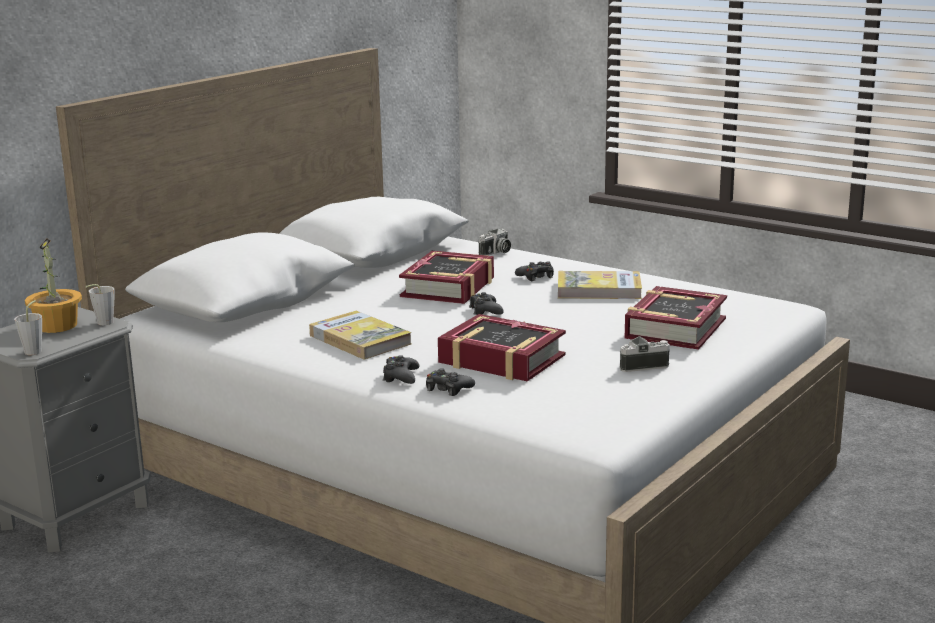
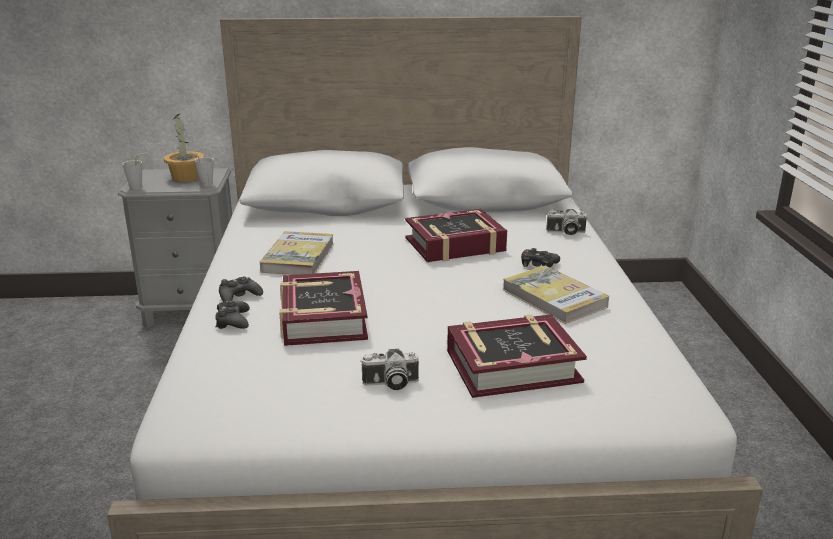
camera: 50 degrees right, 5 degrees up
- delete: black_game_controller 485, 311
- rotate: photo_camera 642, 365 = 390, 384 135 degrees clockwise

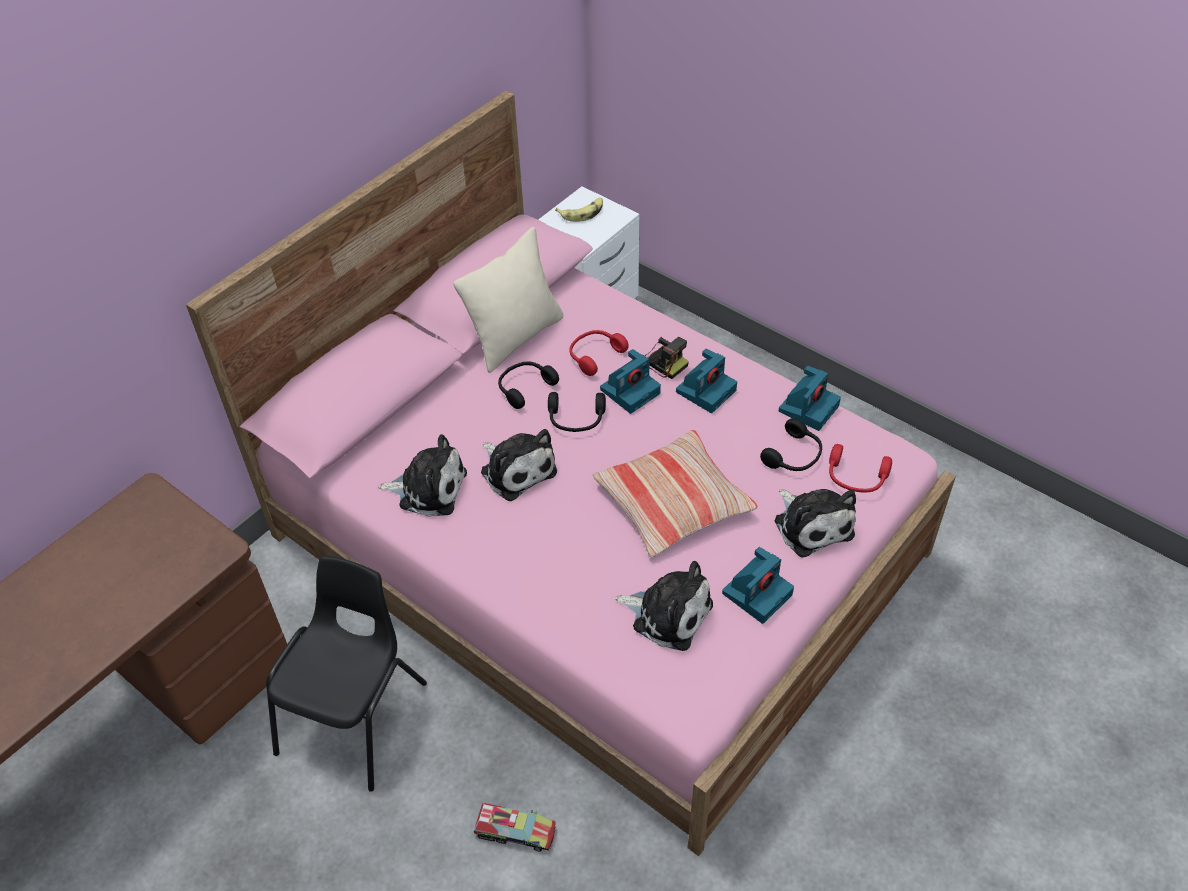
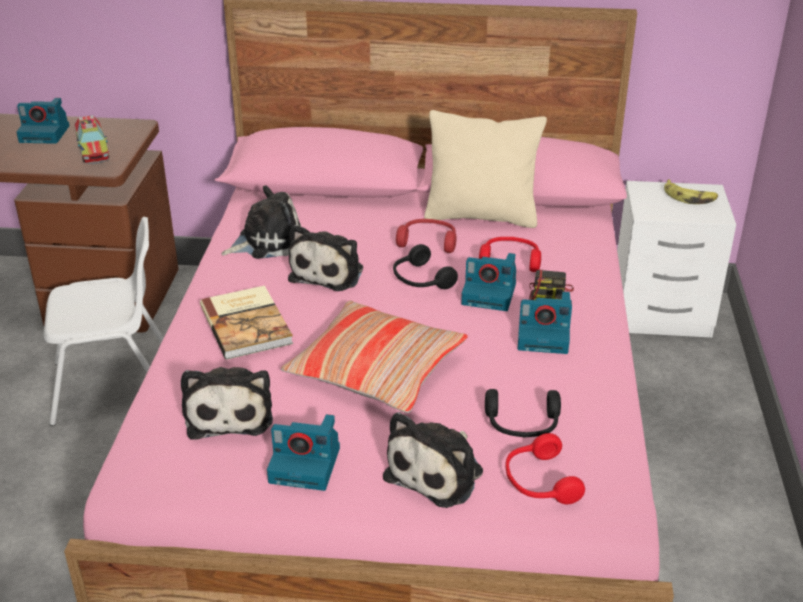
camera: 55 degrees right, 15 degrees down
- recolor: black_headphones 524, 387 to red_headphones 428, 241
- move: photo_camera 809, 407 to 46, 134
- rotate: plush_toy 428, 488 = 267, 241 90 degrees counterclockwise
- recolor: black_chair 355, 717 to white_chair 115, 386
- move: toy_truck 515, 831 to 93, 150
- insert: book 248, 324

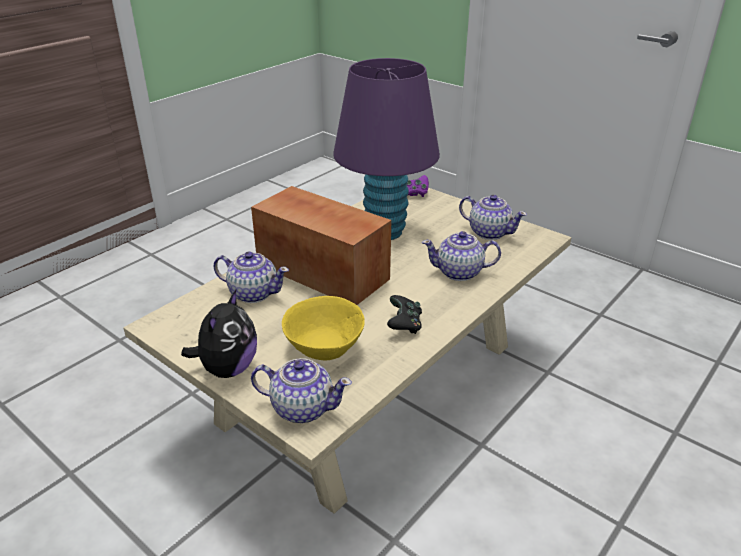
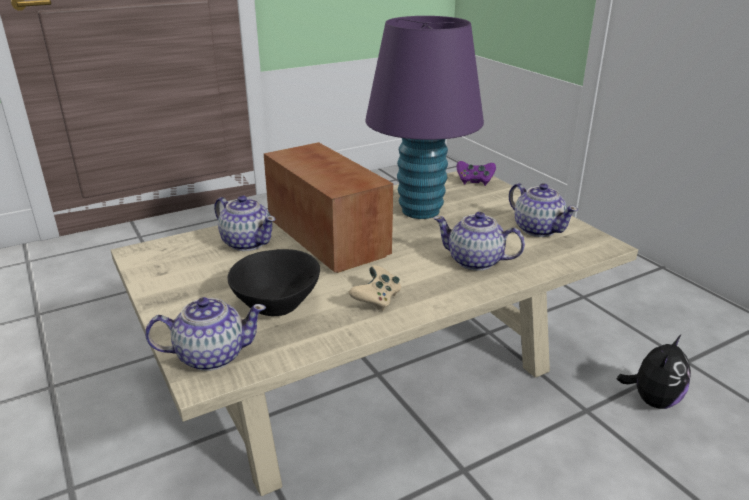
camera: 20 degrees right, 5 degrees down
- move: plush_toy 228, 368 to 652, 400
- recolor: black_game_controller 404, 325 to beige_game_controller 377, 300
- recolor: yellow_bowl 323, 347 to black_bowl 276, 304
- rotate: teapot 302, 407 = 210, 355 45 degrees counterclockwise

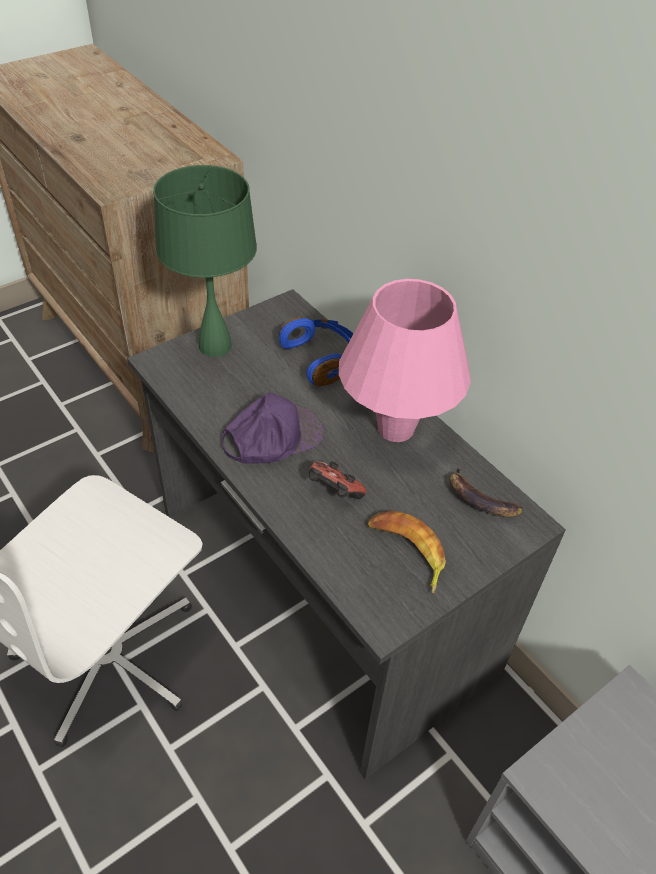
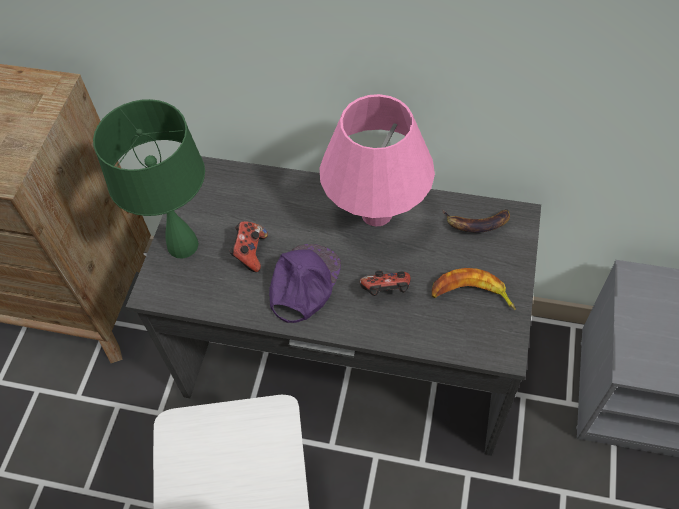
camera: 35 degrees left, 10 degrees up
- delete: blue_headphones 322, 359
- insert: game_controller 250, 252

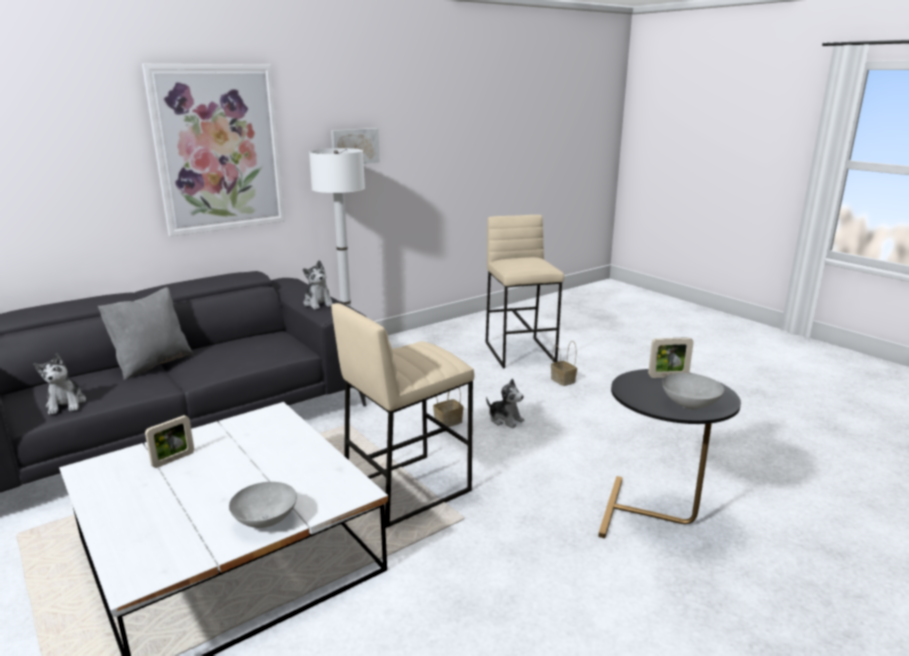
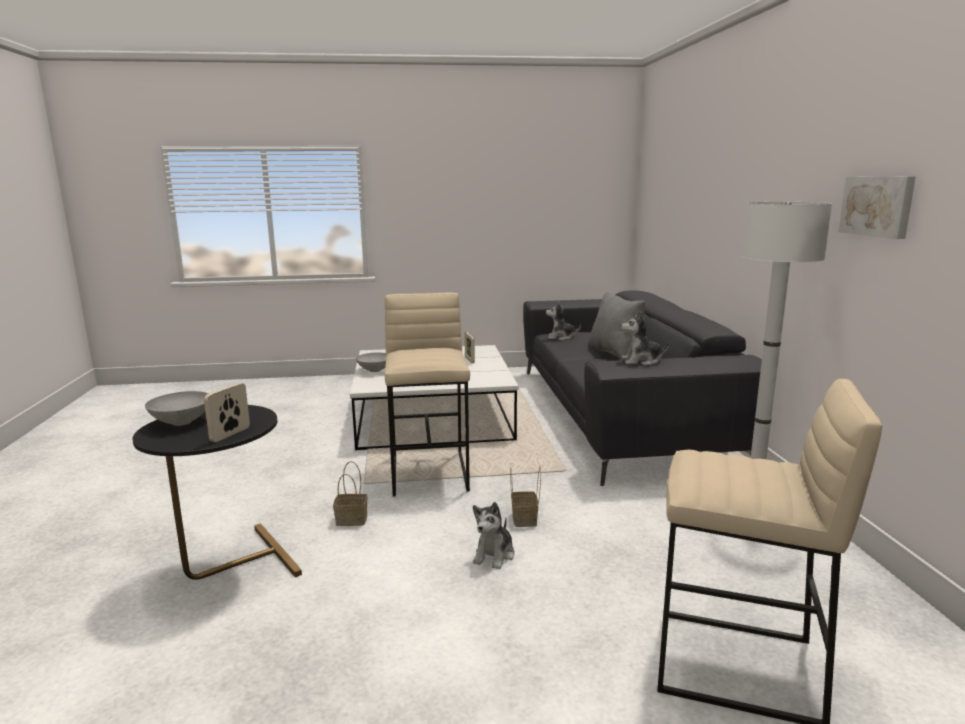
camera: 120 degrees right, 5 degrees down
- delete: picture 218, 149
- move: basket 562, 380 to 353, 519
- rotate: plush_toy 505, 420 = 494, 555 45 degrees counterclockwise

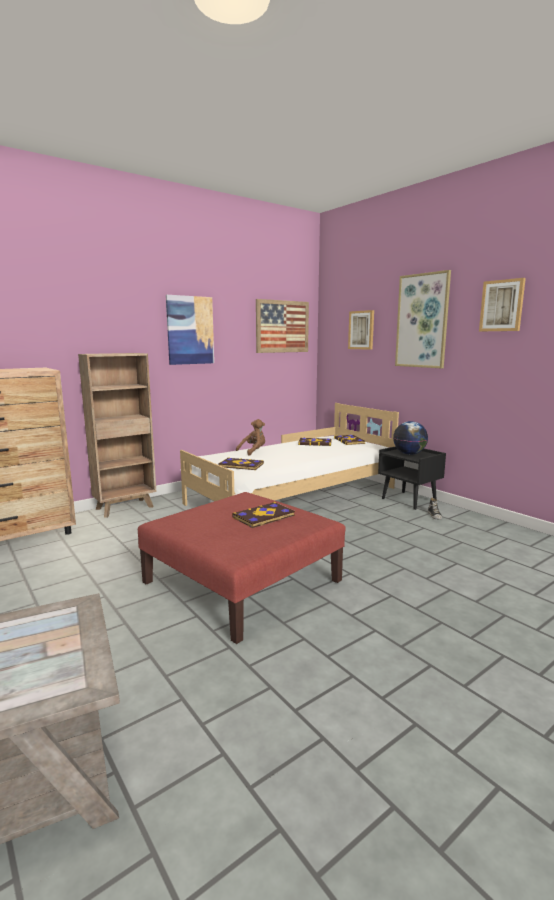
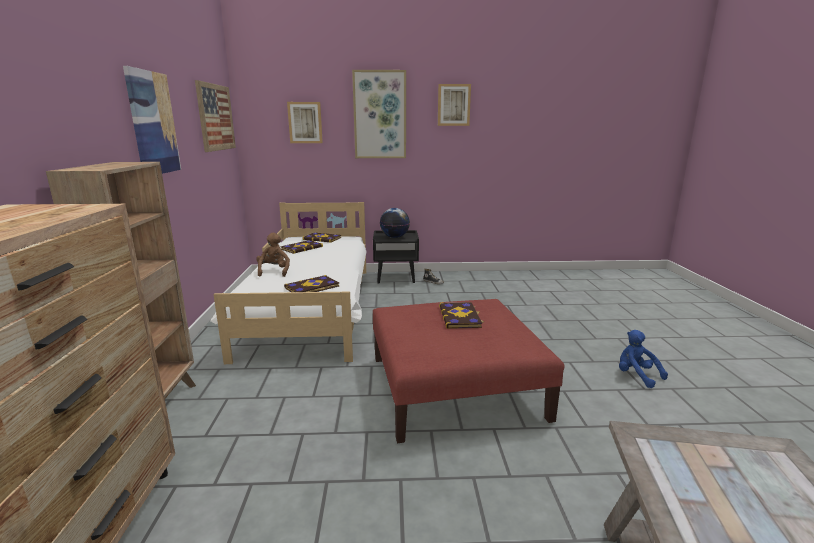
camera: 55 degrees left, 5 degrees up
- insert: blue_plush_toy 636, 375

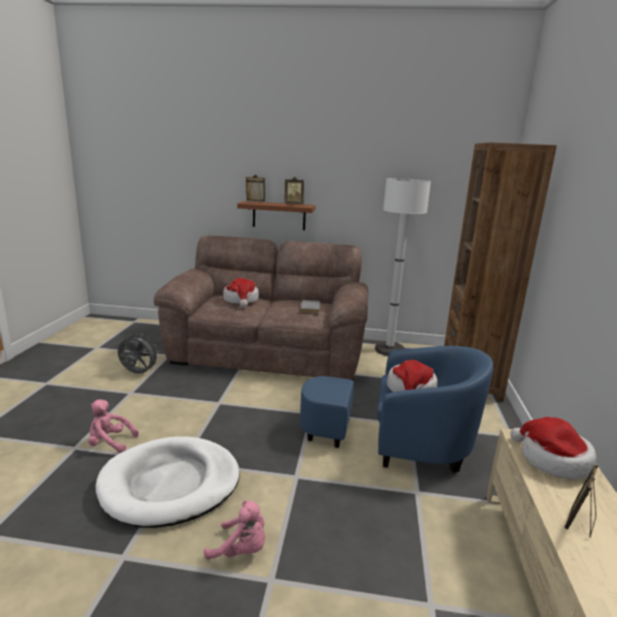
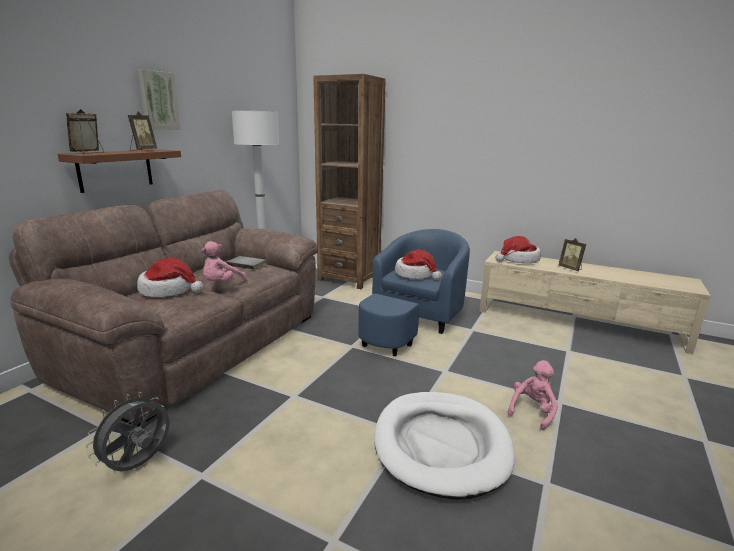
camera: 70 degrees left, 0 degrees up
- move: pink_plush_toy 110, 443 to 221, 284
- insert: picture 158, 101

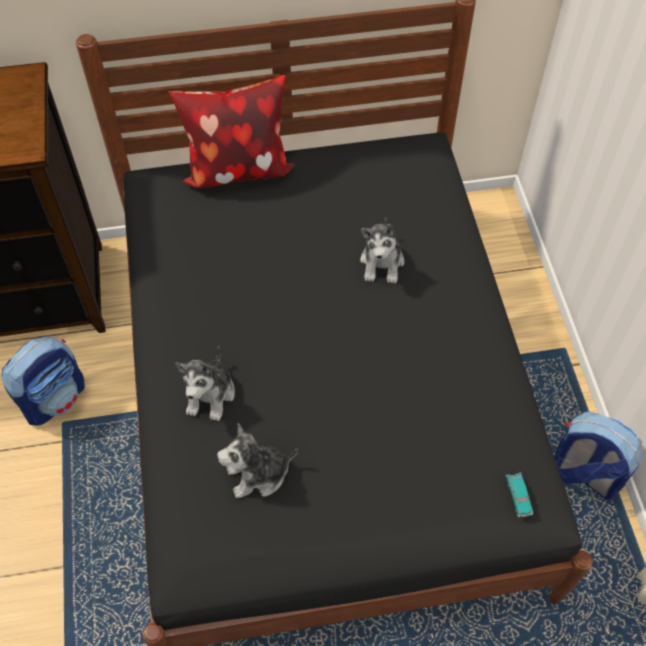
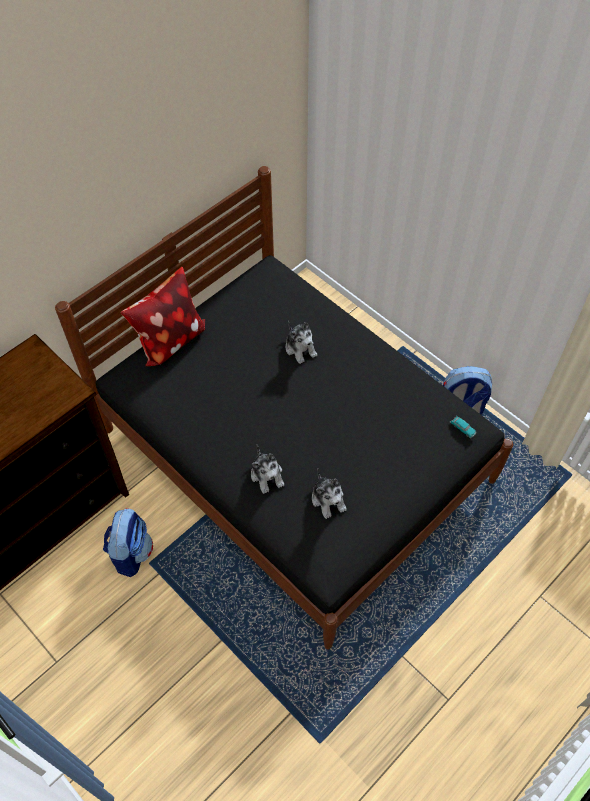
camera: 35 degrees left, 0 degrees up
- rotate: plush_toy 258, 474 = 328, 499 60 degrees counterclockwise

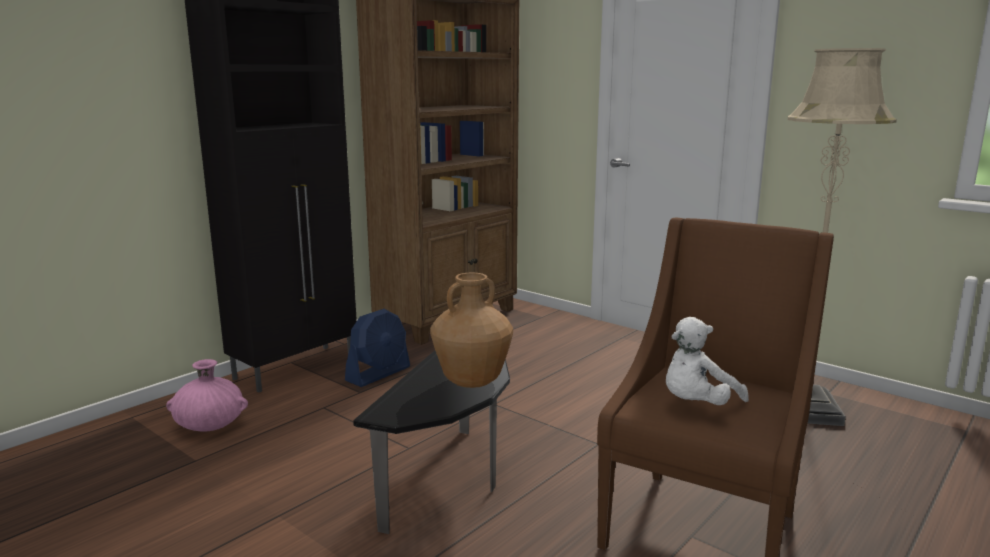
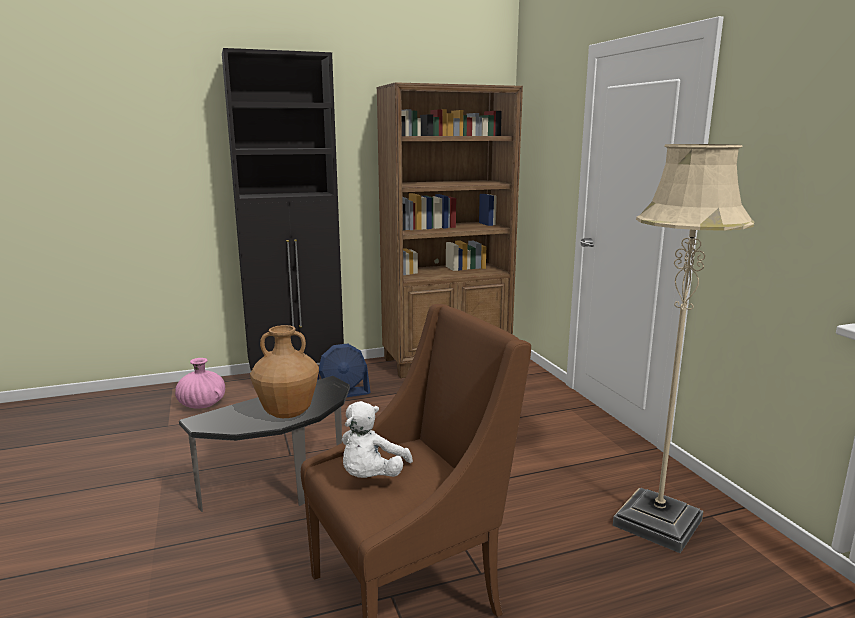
camera: 30 degrees right, 0 degrees up
- rotate: white_plush_toy 697, 405 = 371, 477 60 degrees counterclockwise

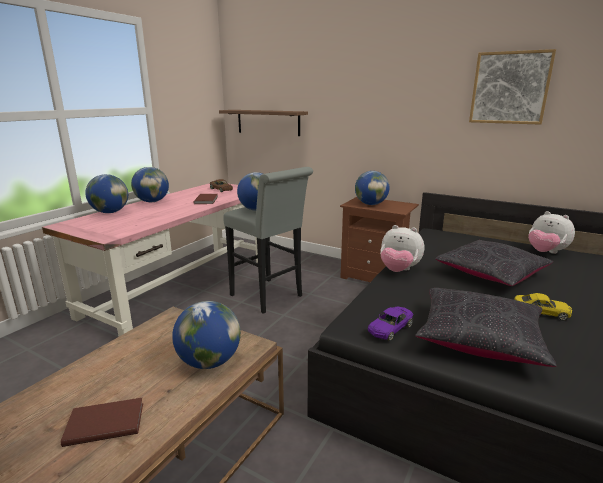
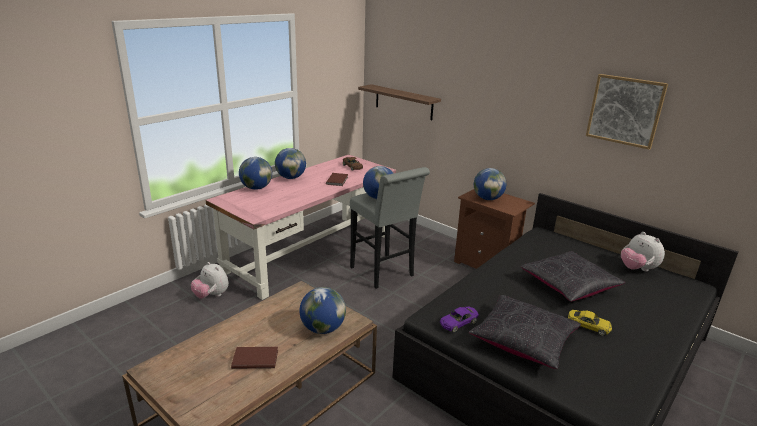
camera: 10 degrees right, 5 degrees up
- move: plush_toy 399, 270 to 211, 295

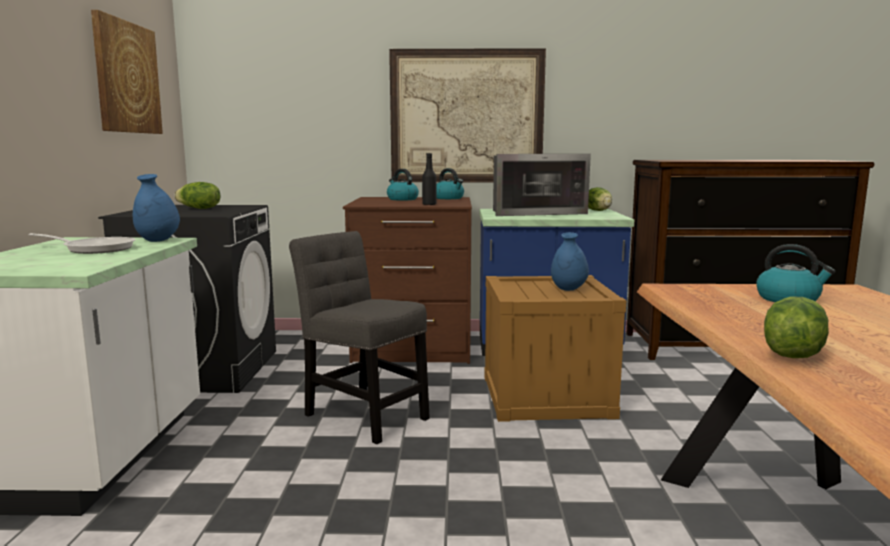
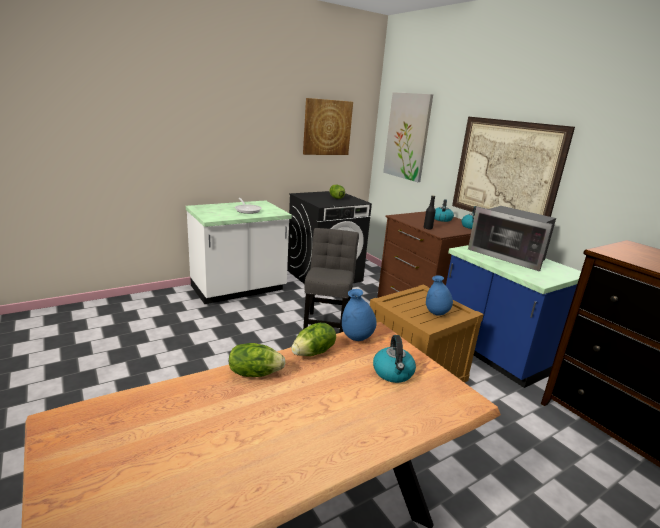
camera: 55 degrees right, 10 degrees up
- move: blue_vase 158, 240 to 356, 338
- move: lettuce 598, 211 to 314, 352
- insert: picture 407, 136

